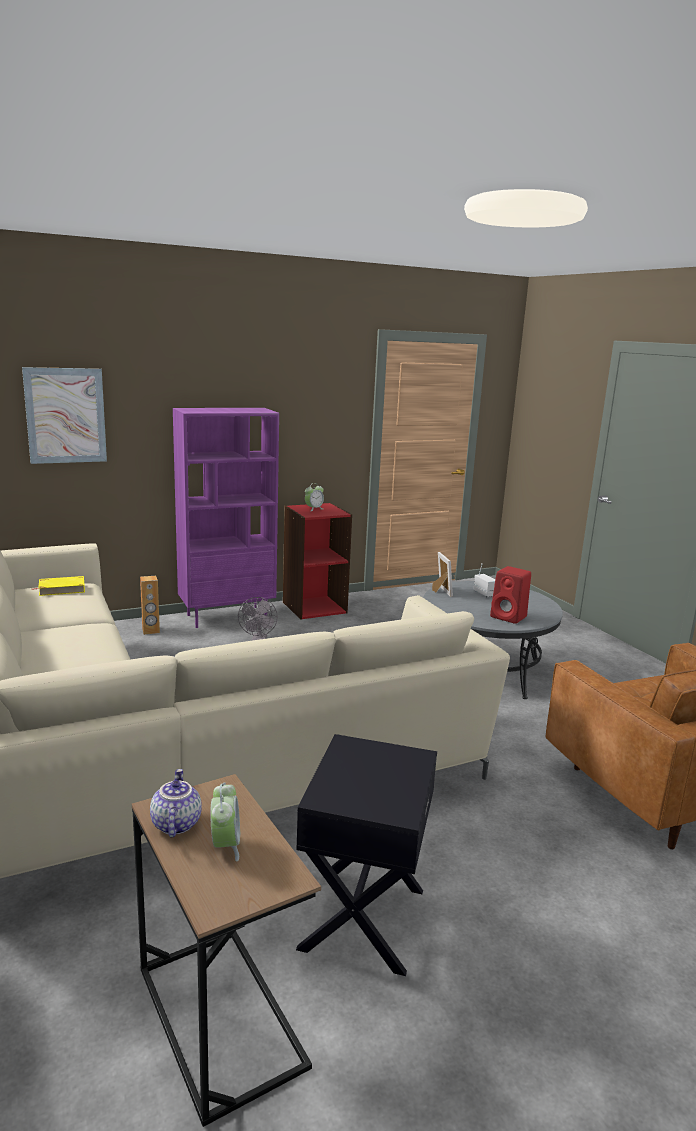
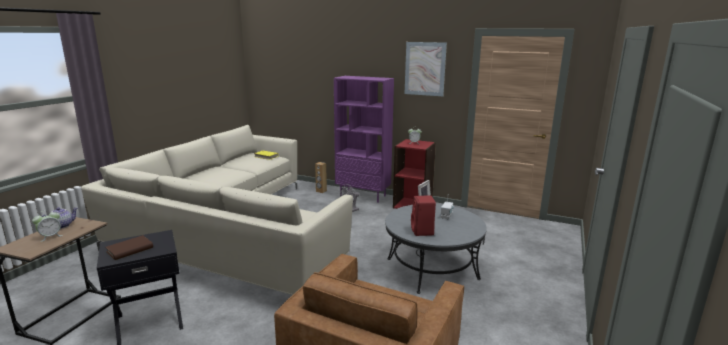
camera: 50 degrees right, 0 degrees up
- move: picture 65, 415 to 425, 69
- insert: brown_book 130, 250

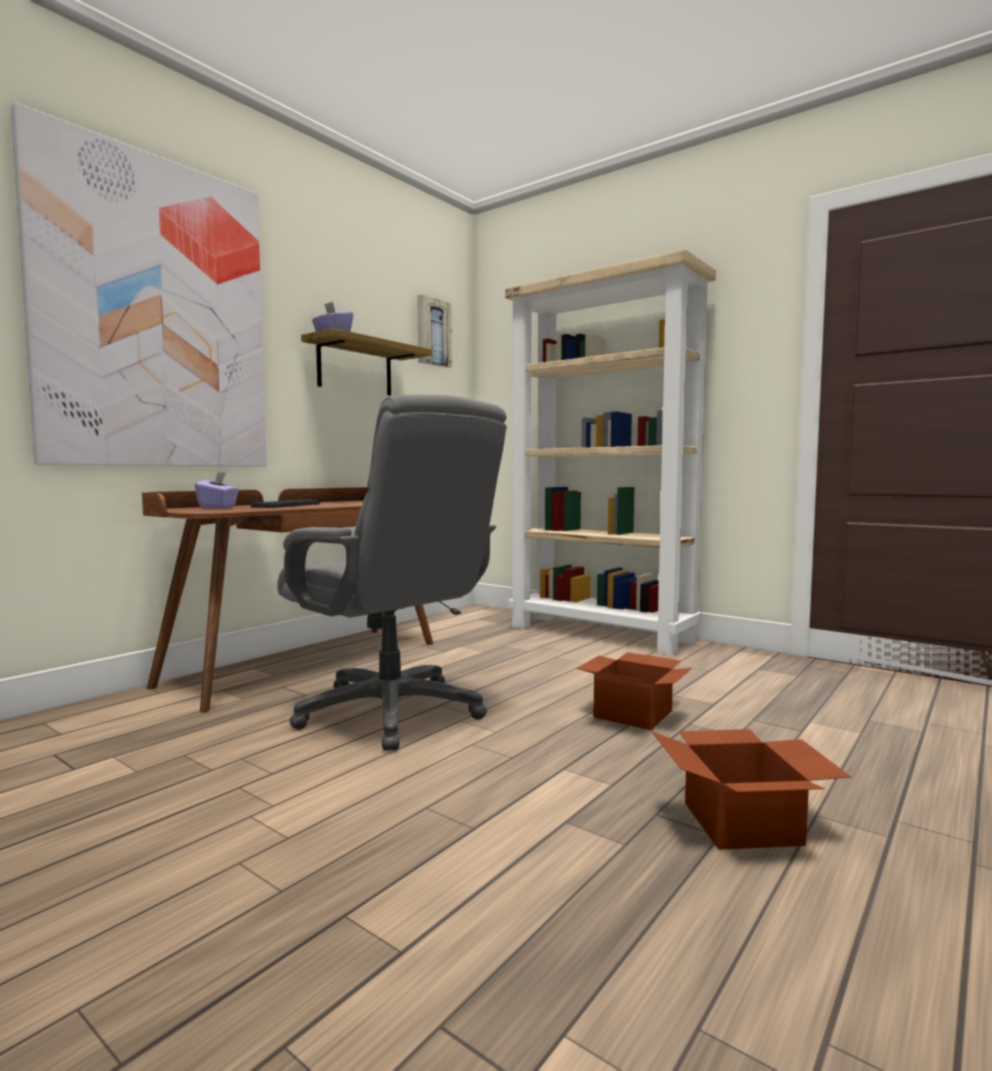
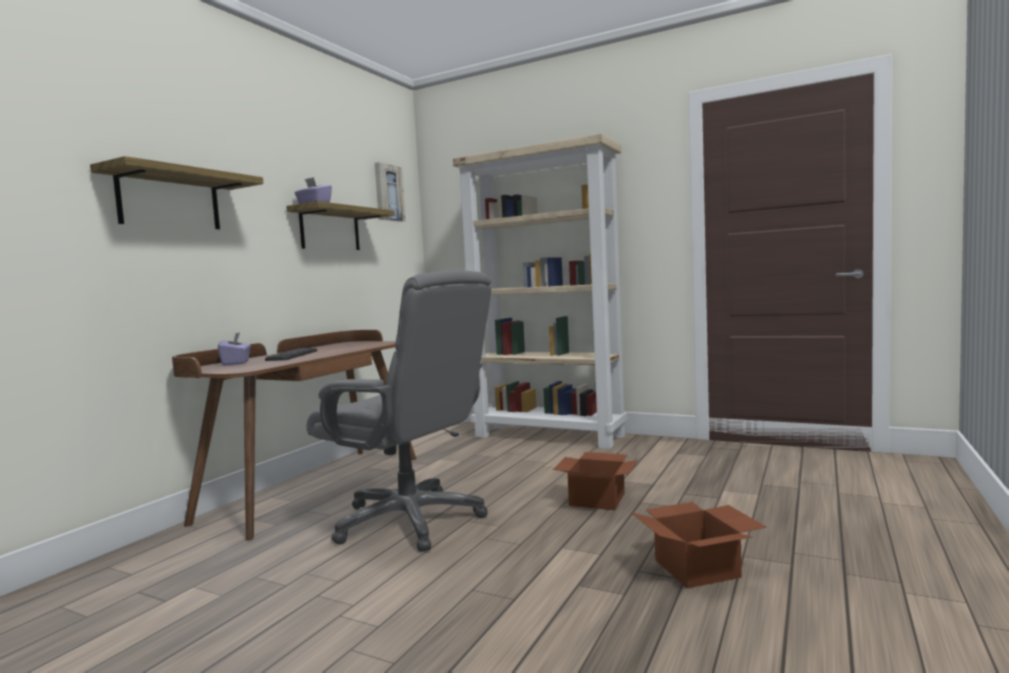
camera: 10 degrees left, 0 degrees up
- replace: picture 155, 314 to shelf 169, 200

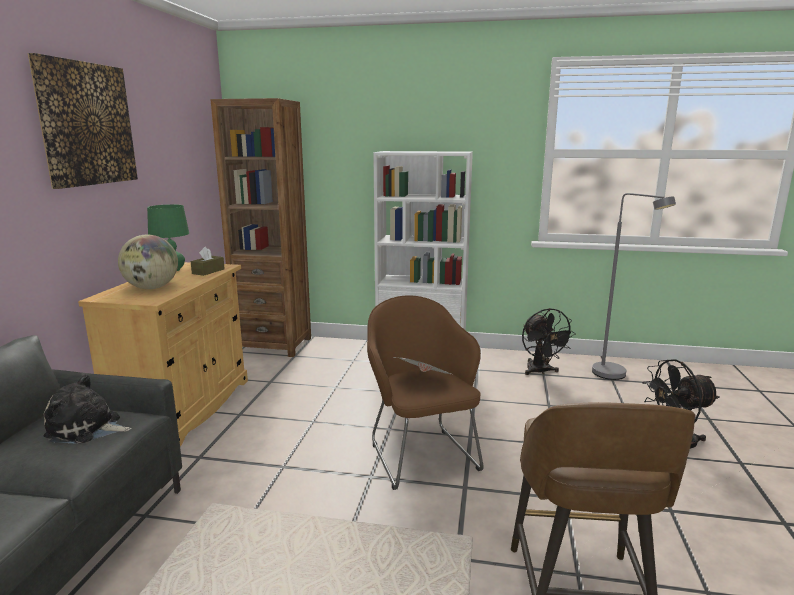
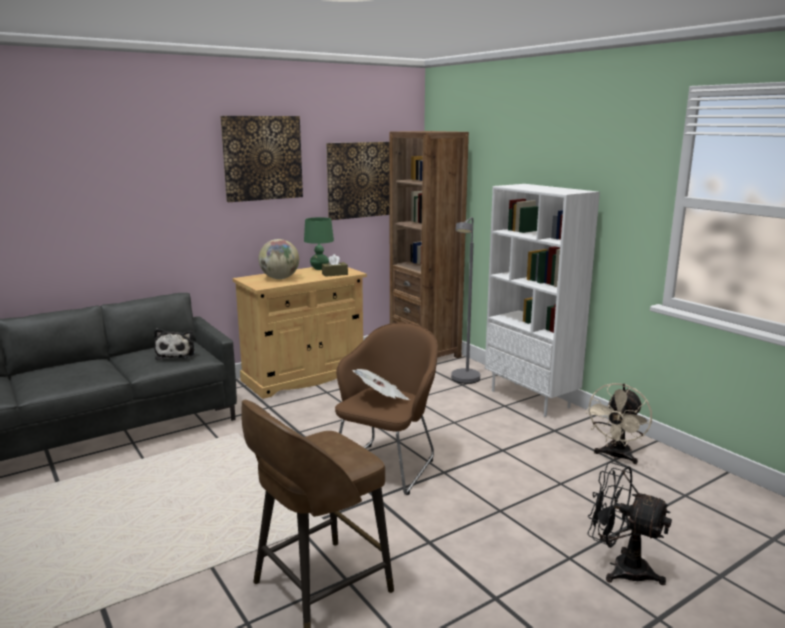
camera: 45 degrees right, 0 degrees up
- move: grey_floor_lamp 616, 376 to 464, 381
- recolor: black_fan 540, 371 to beige_fan 616, 456
- rotate: plush_toy 87, 429 = 176, 354 150 degrees counterclockwise
- insert: picture 359, 180

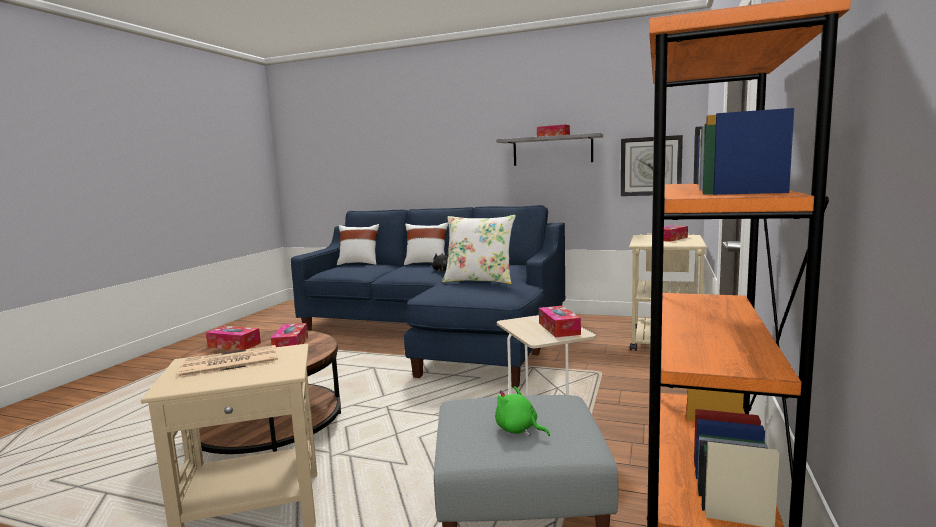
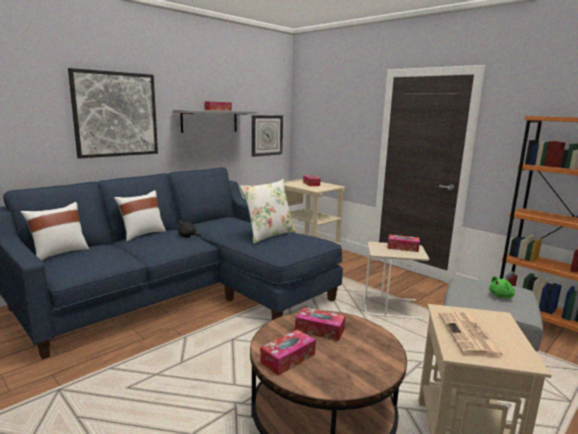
camera: 65 degrees left, 5 degrees up
- insert: picture 116, 114

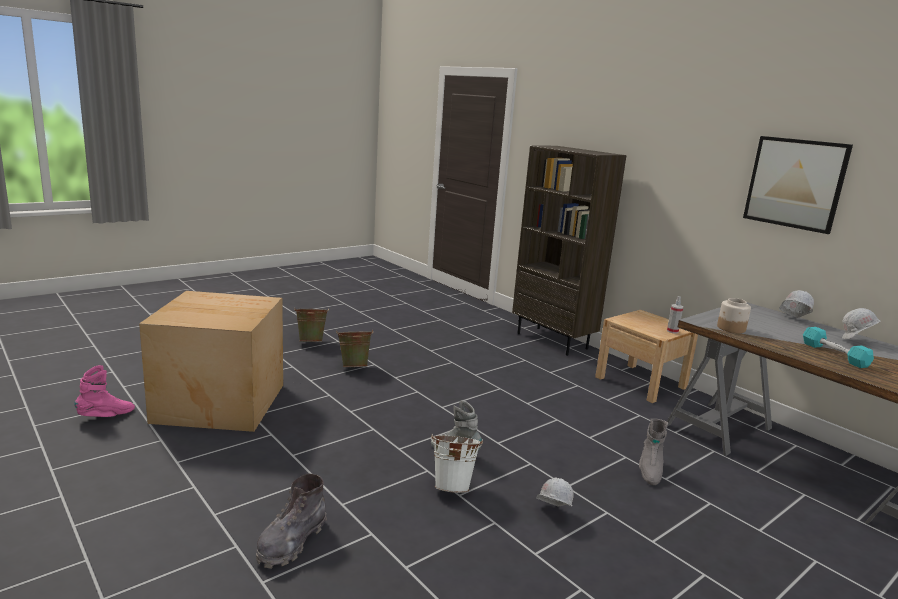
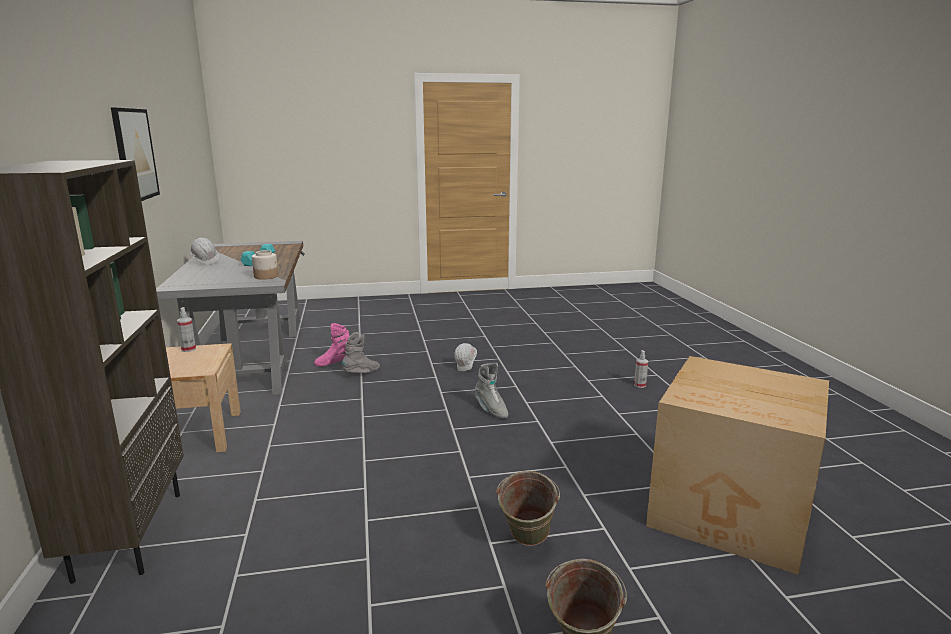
camera: 150 degrees left, 0 degrees up
- delete: white_hard_hat 792, 319
- move: pink_boot 106, 416 to 335, 363
- delete: white_bucket 453, 486
- replace: grey_boot 291, 542 to spray_bottle 640, 385

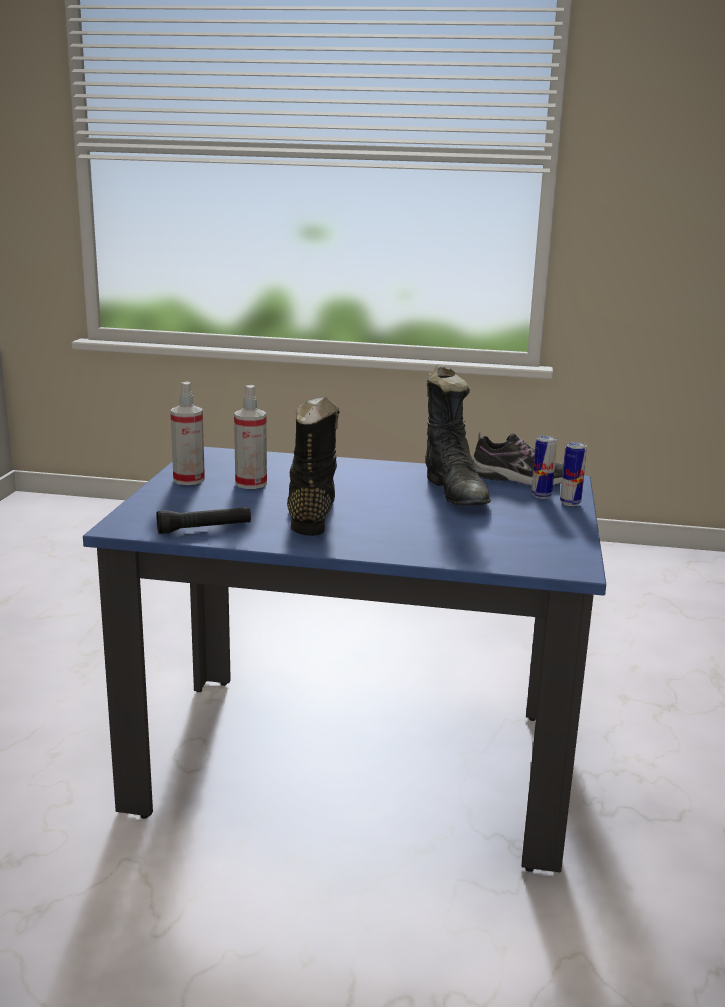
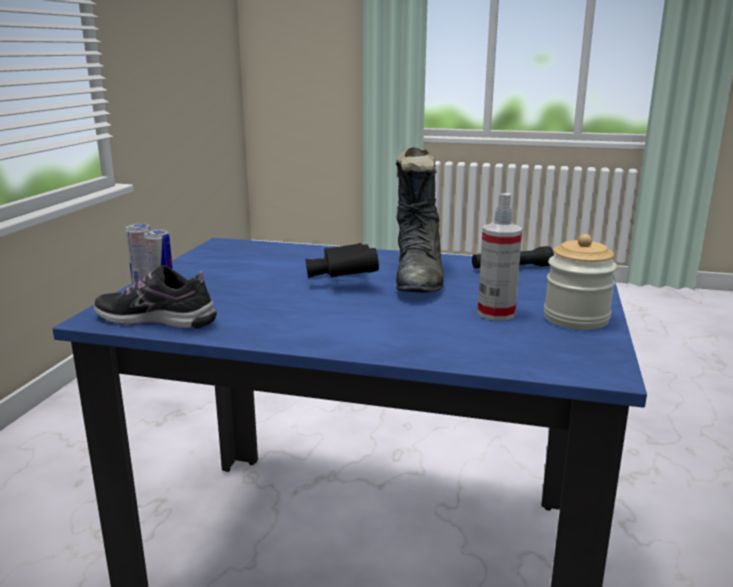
camera: 175 degrees left, 0 degrees up
- delete: black_boot 455, 492
- replace: spray_bottle 189, 480 to jar 576, 318
- insert: black_binoculars 342, 279

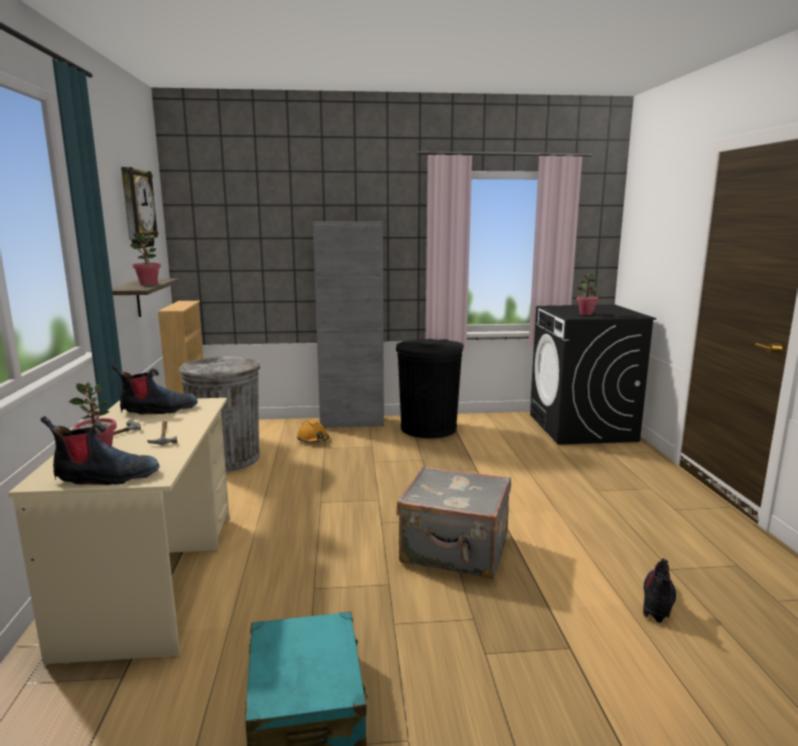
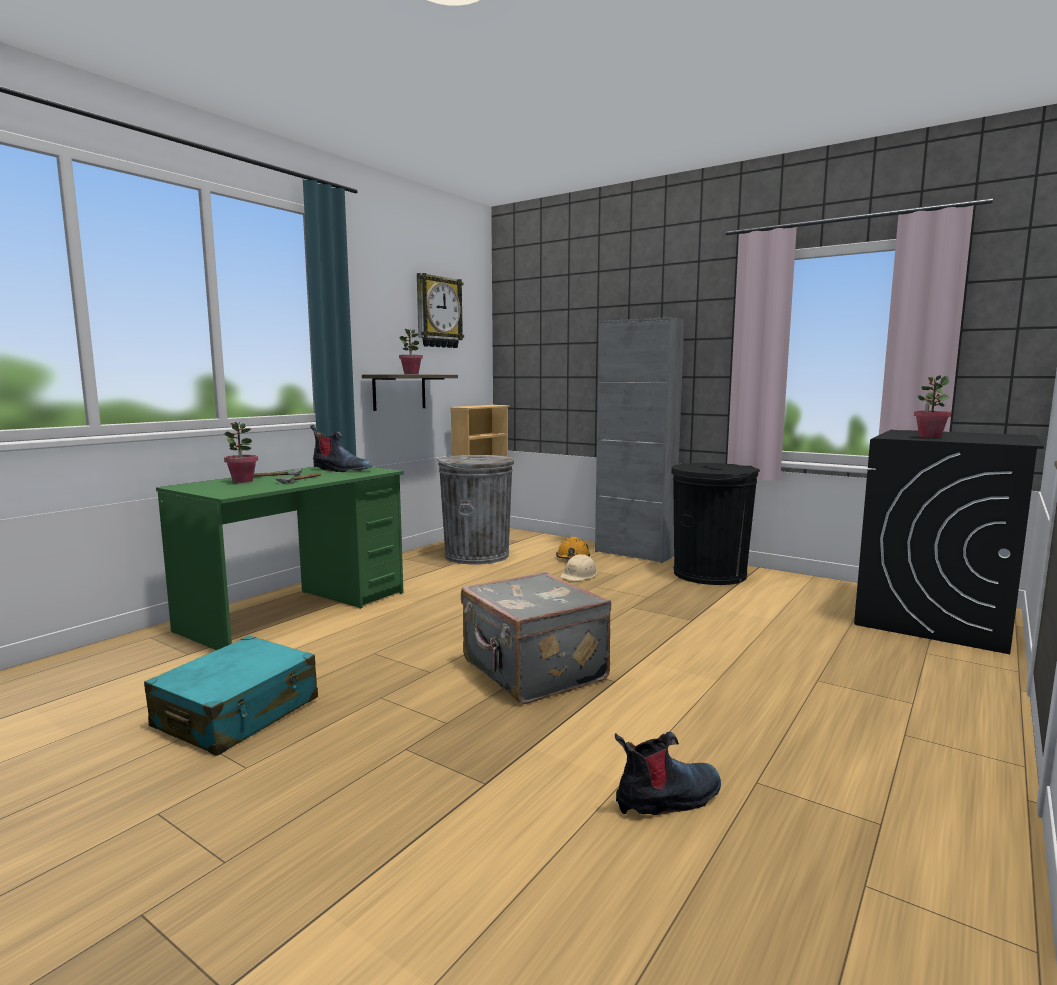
camera: 40 degrees right, 5 degrees down
- recolor: beige_desk 155, 578 to green_desk 297, 611
- delete: boot 105, 477
- insert: beige_hard_hat 579, 575

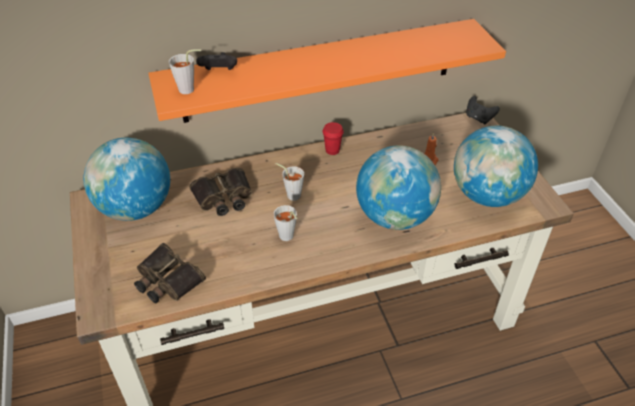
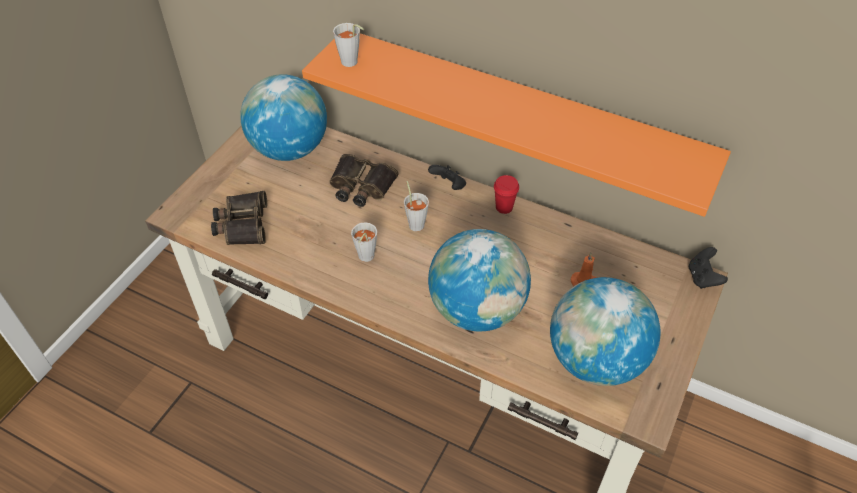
camera: 45 degrees right, 5 degrees up
- move: black_game_controller 219, 72 to 449, 186

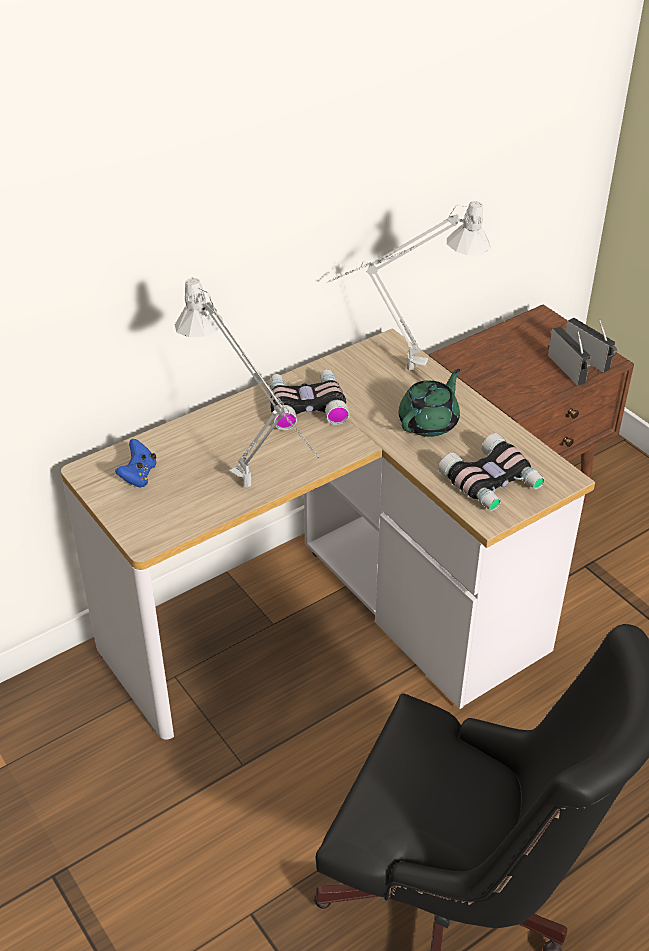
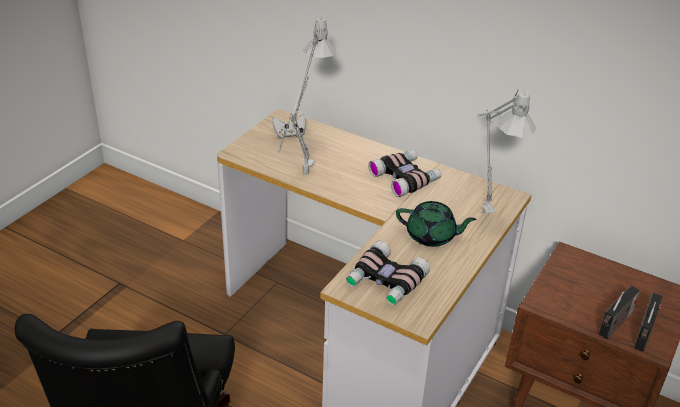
camera: 65 degrees right, 5 degrees down
- recolor: blue_game_controller 138, 475 to white_game_controller 289, 135

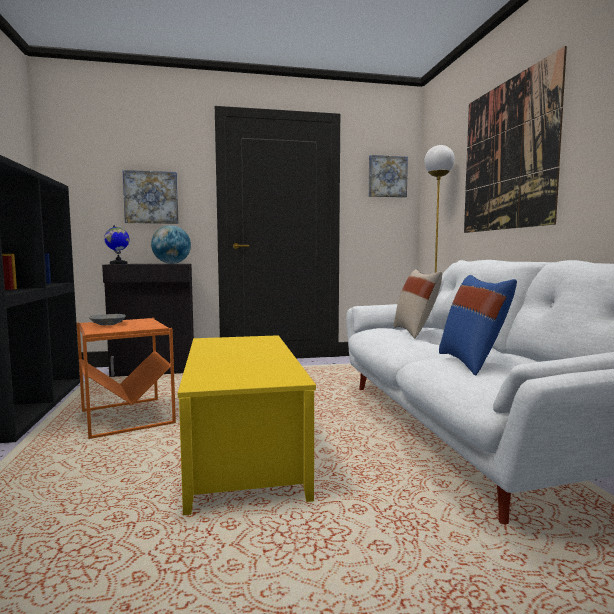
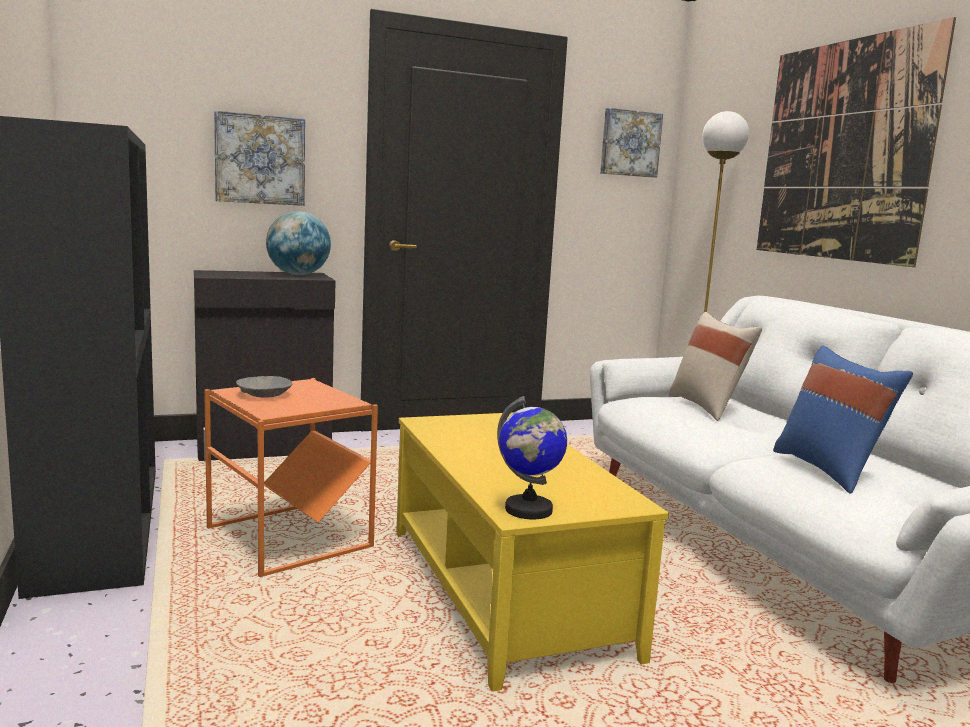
camera: 10 degrees left, 5 degrees up
- move: globe 118, 264 to 528, 510

